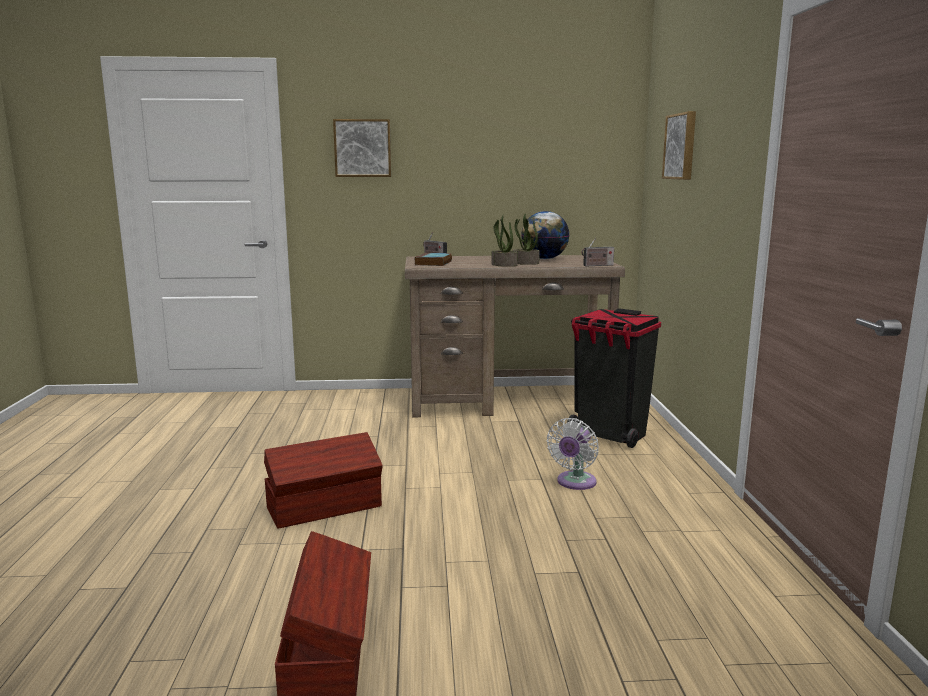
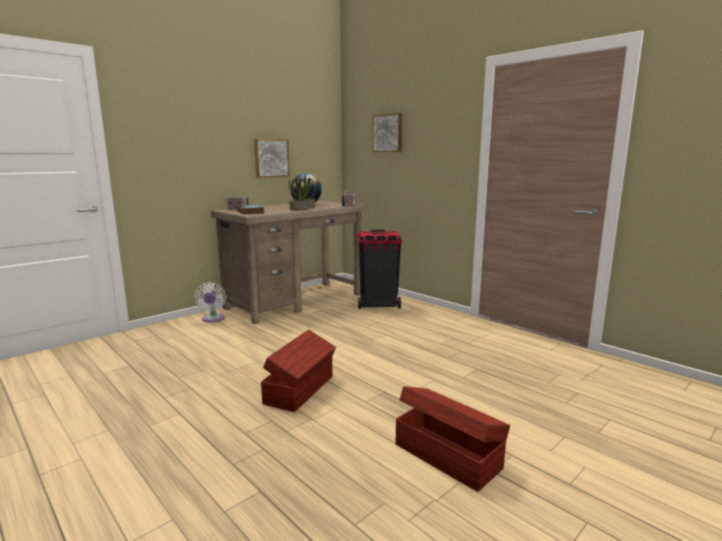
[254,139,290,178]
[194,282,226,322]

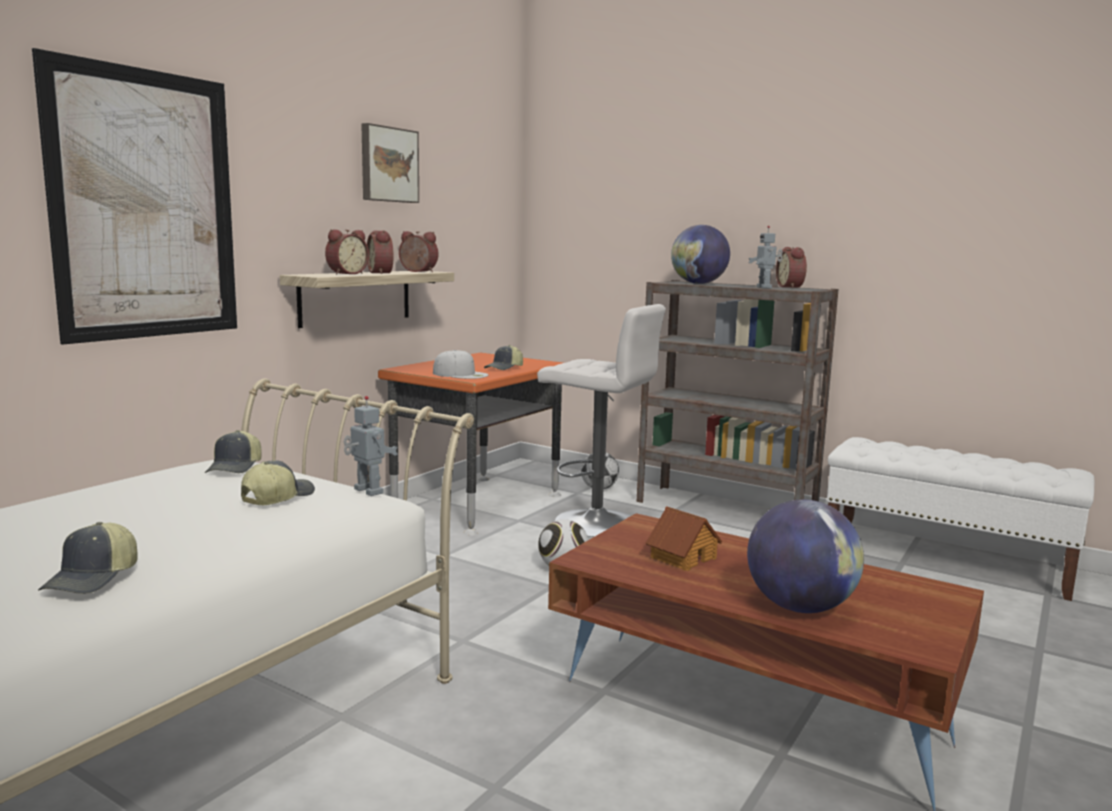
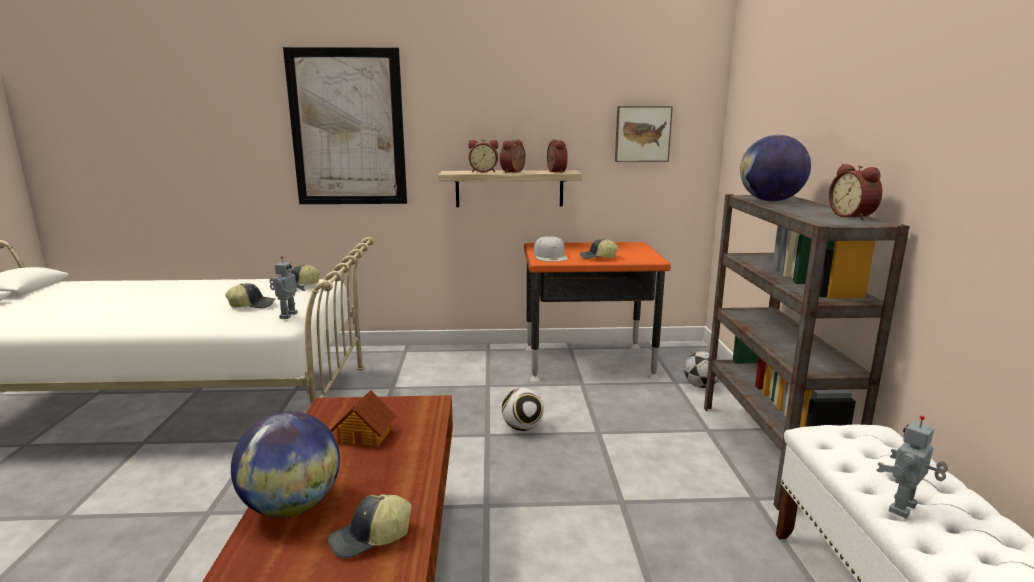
[615,106,673,162]
[877,416,948,518]
[829,164,882,220]
[537,304,666,537] (first image)
[328,494,412,558]

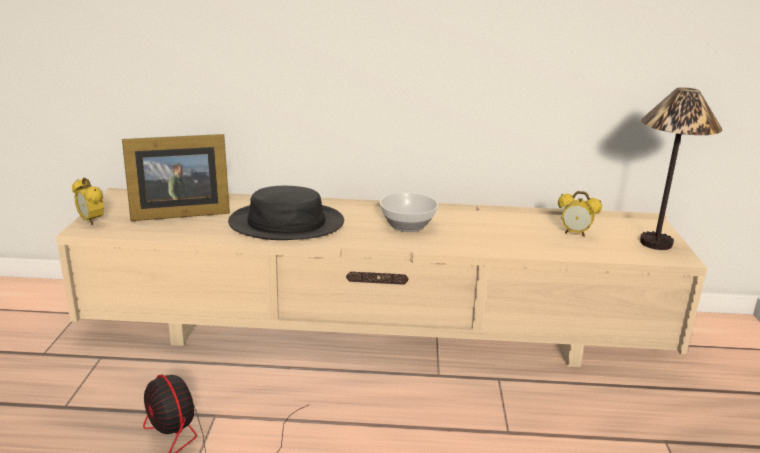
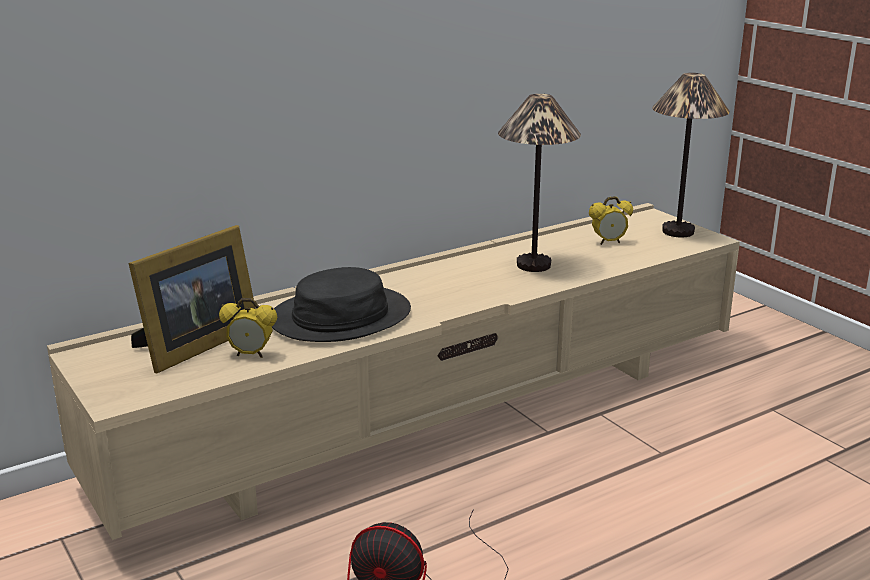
[219,298,277,358]
[379,193,438,232] (first image)
[498,94,581,272]

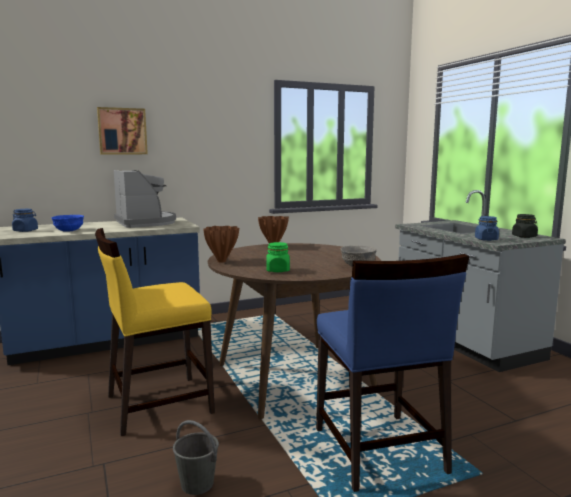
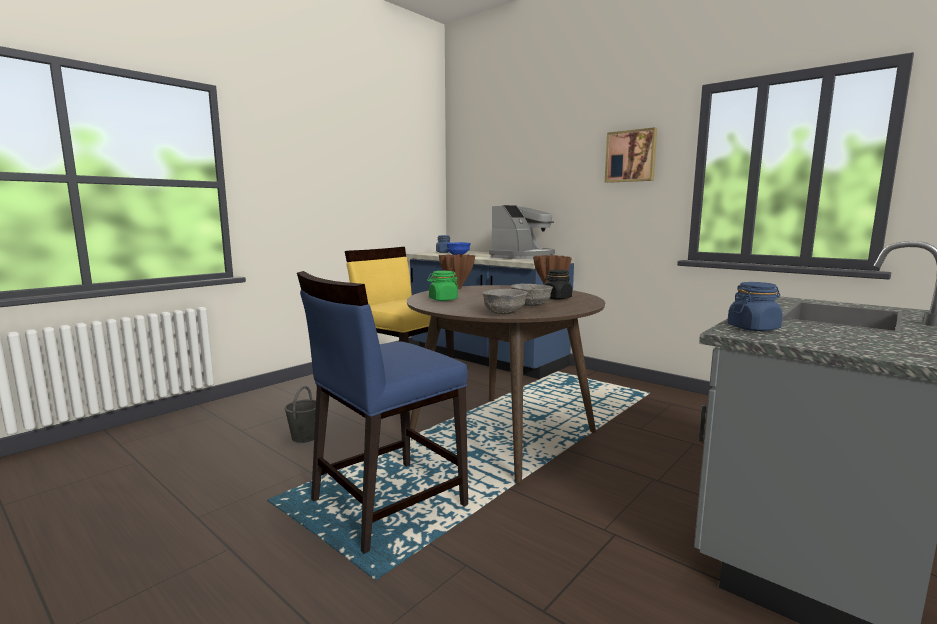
[605,127,657,183]
[544,270,572,300]
[511,284,553,306]

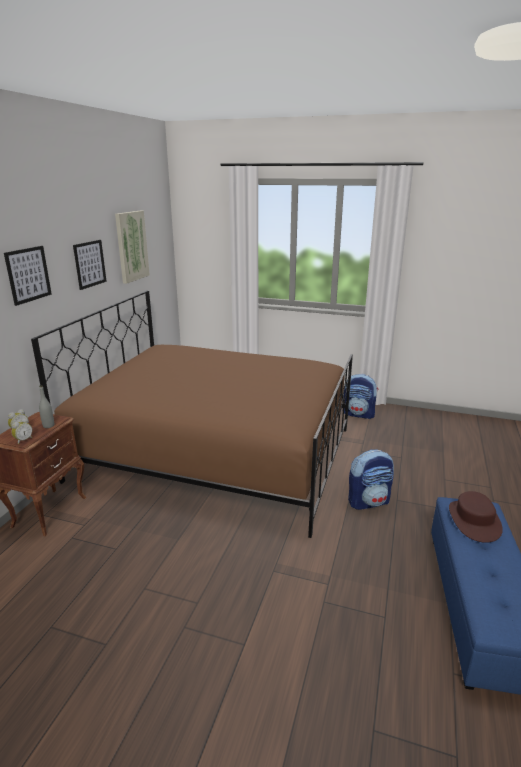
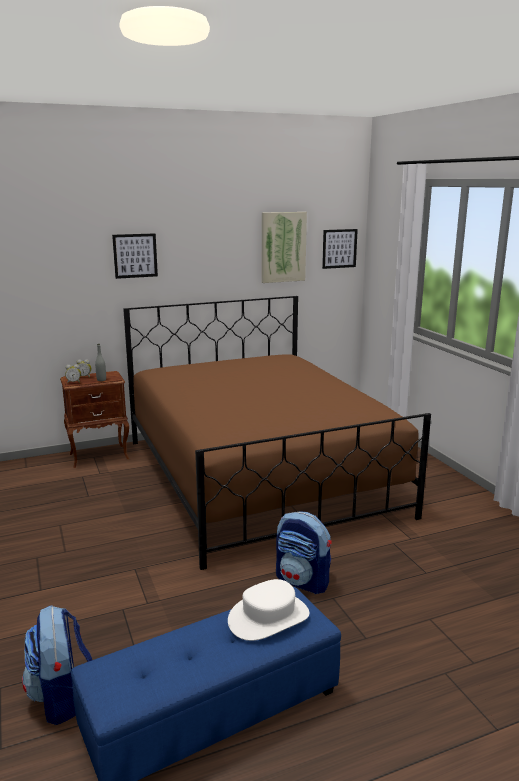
[322,229,358,269]
[22,605,92,725]
[228,579,309,641]

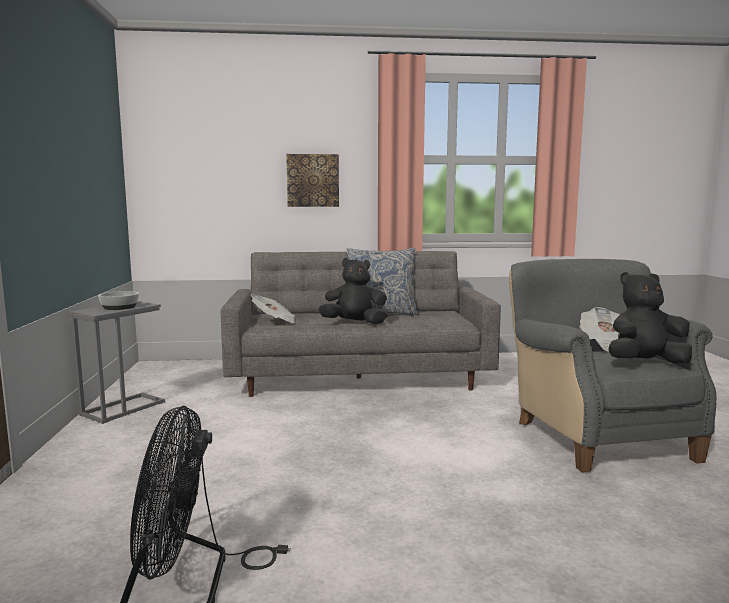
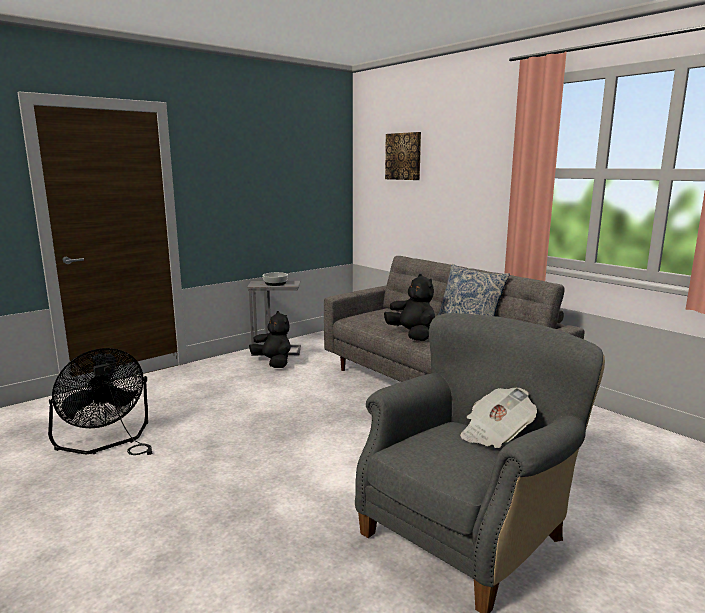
[385,132,421,180]
[249,311,291,368]
[251,294,295,323] (first image)

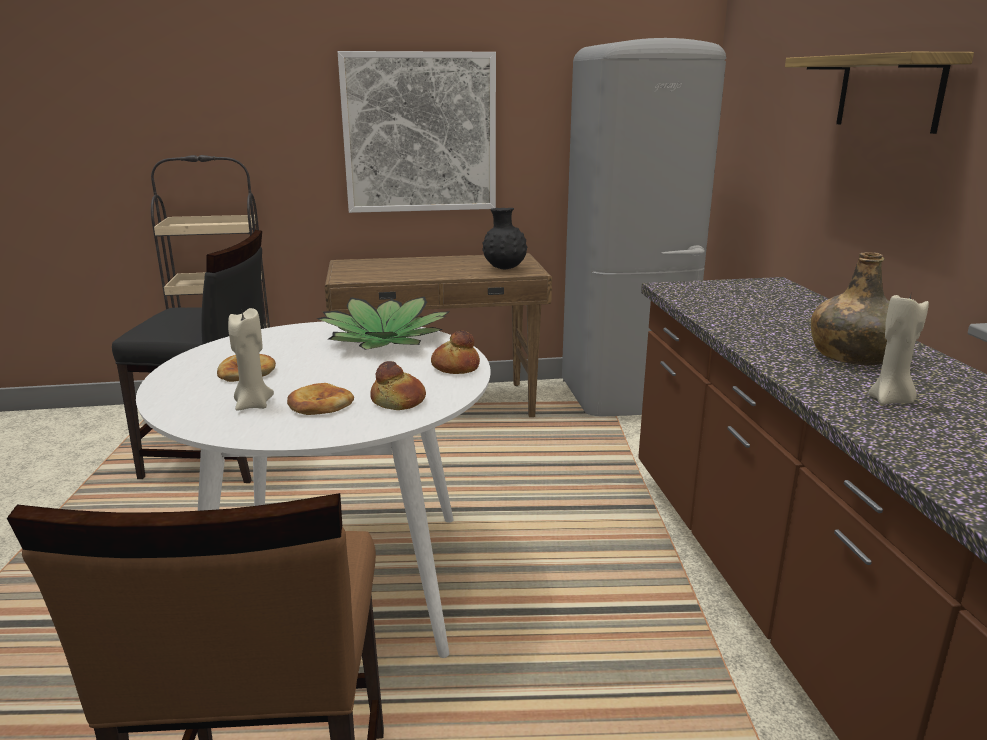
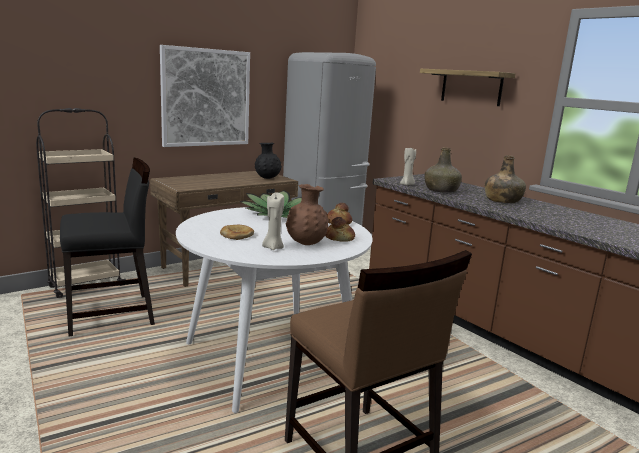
[400,148,416,185]
[286,184,329,245]
[424,147,462,193]

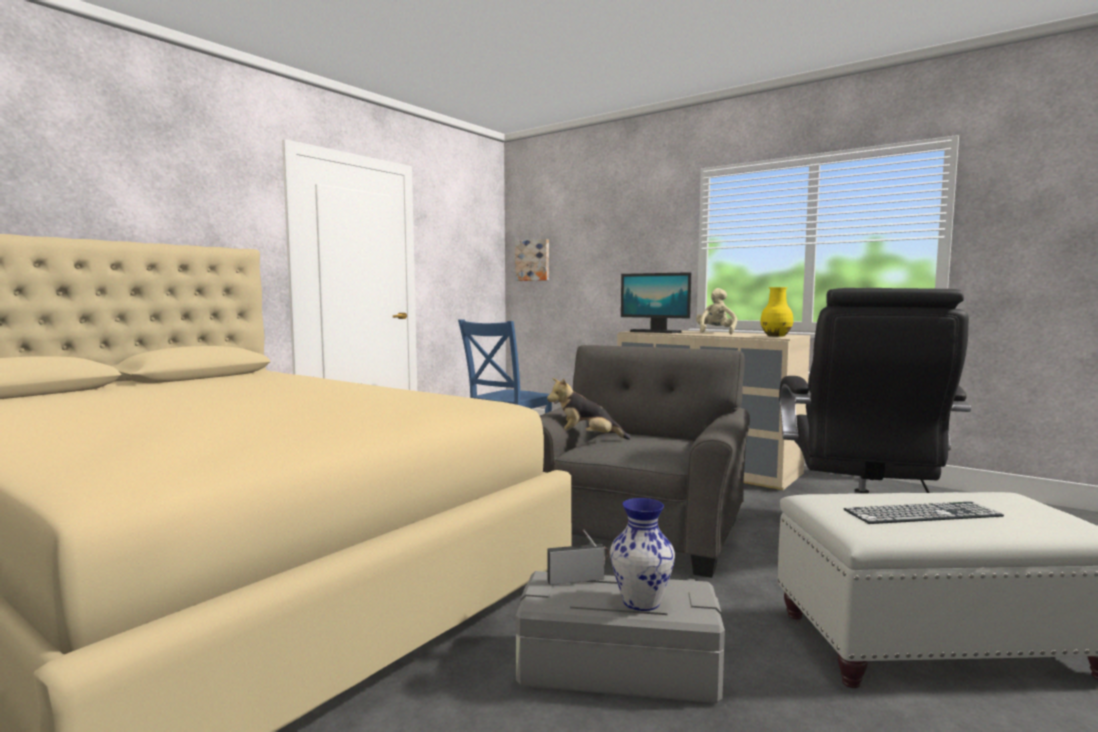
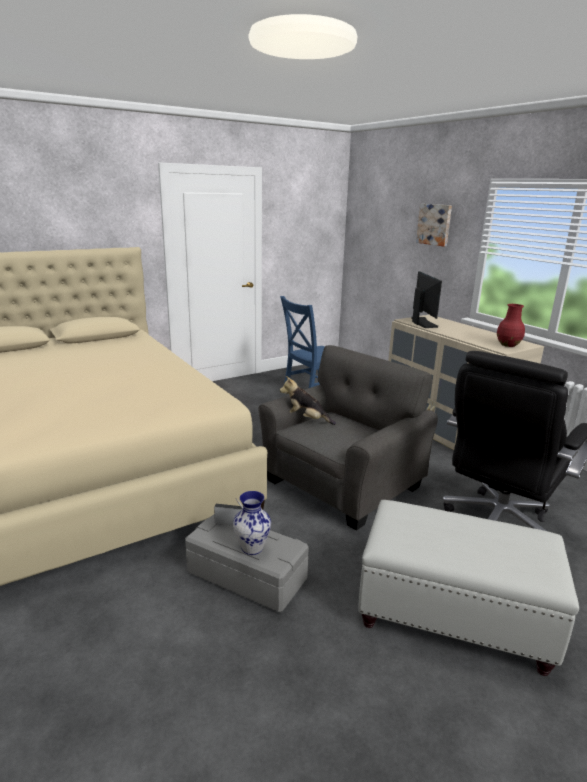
[416,204,452,246]
[411,271,442,328]
[497,304,525,347]
[696,288,737,334] (first image)
[843,502,1004,524] (first image)

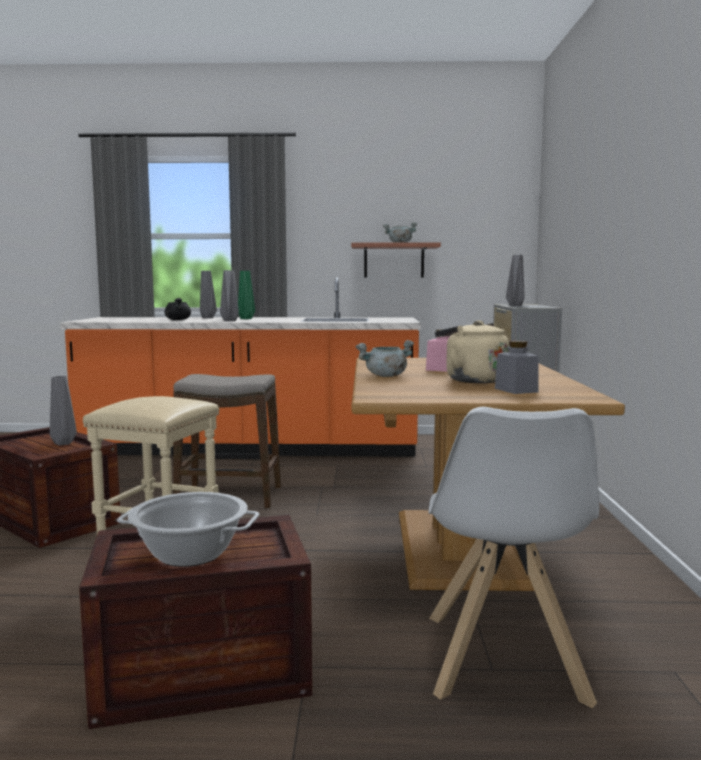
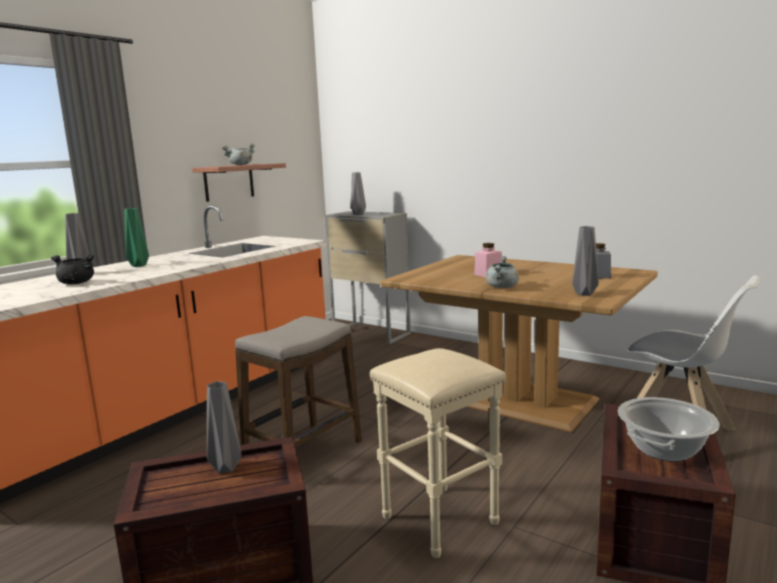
[572,226,599,296]
[435,320,509,383] (first image)

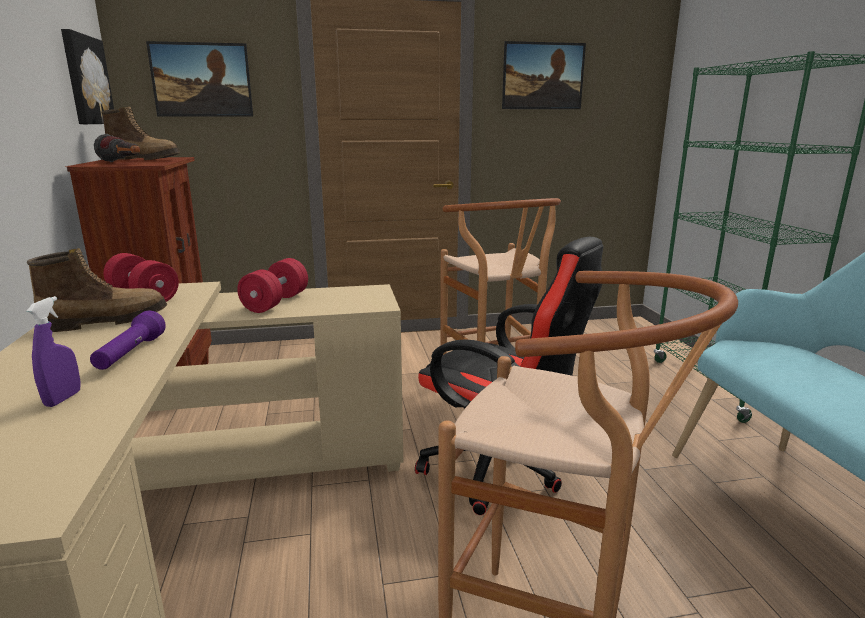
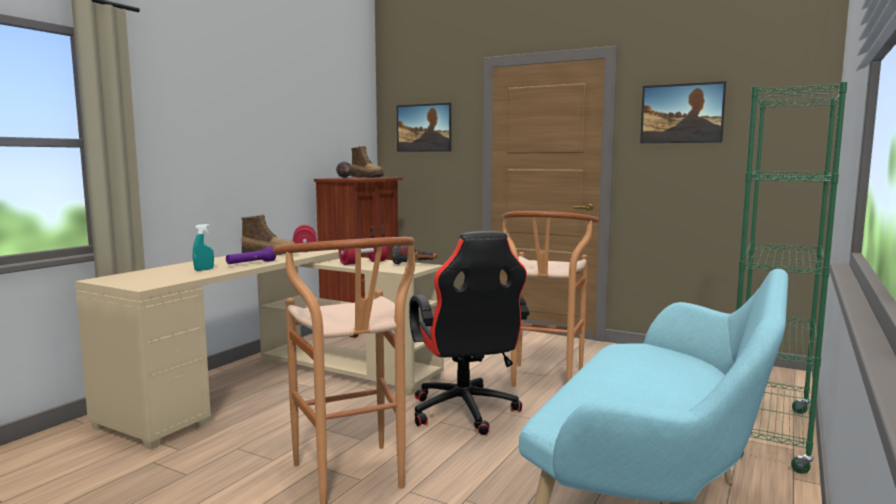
[61,29,114,124] (first image)
[193,224,214,271]
[392,246,438,265]

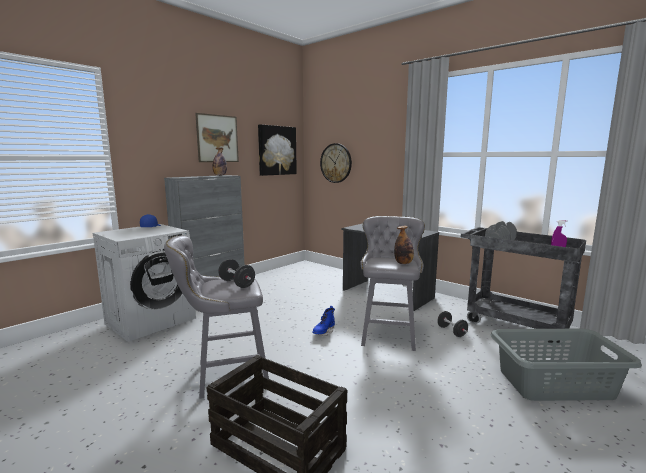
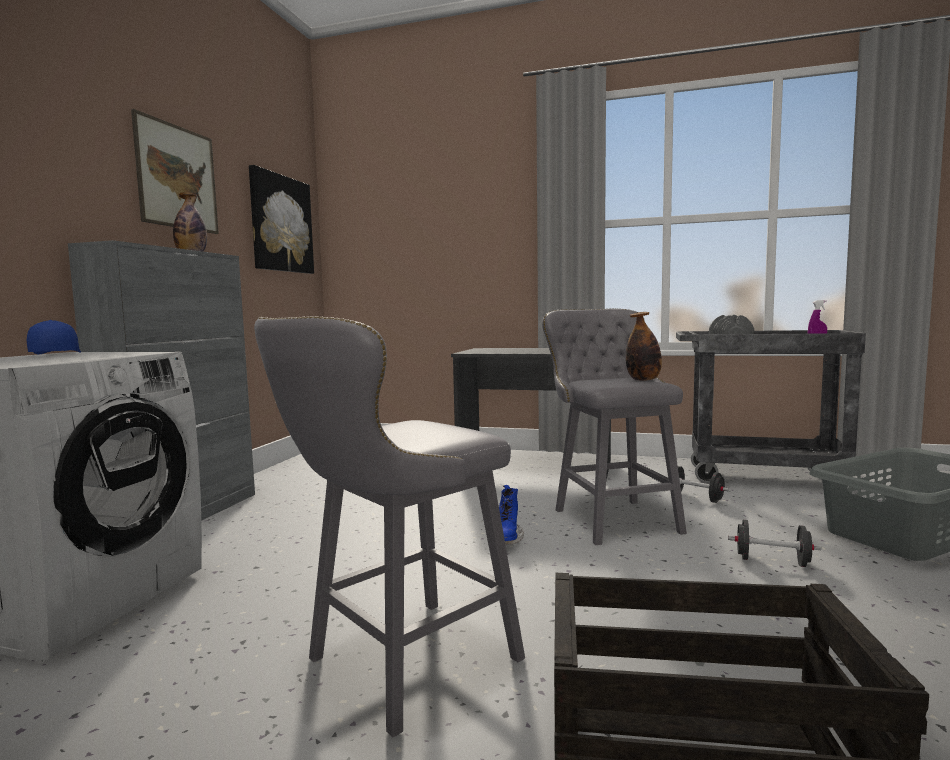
[320,143,352,183] (first image)
[728,520,821,567]

